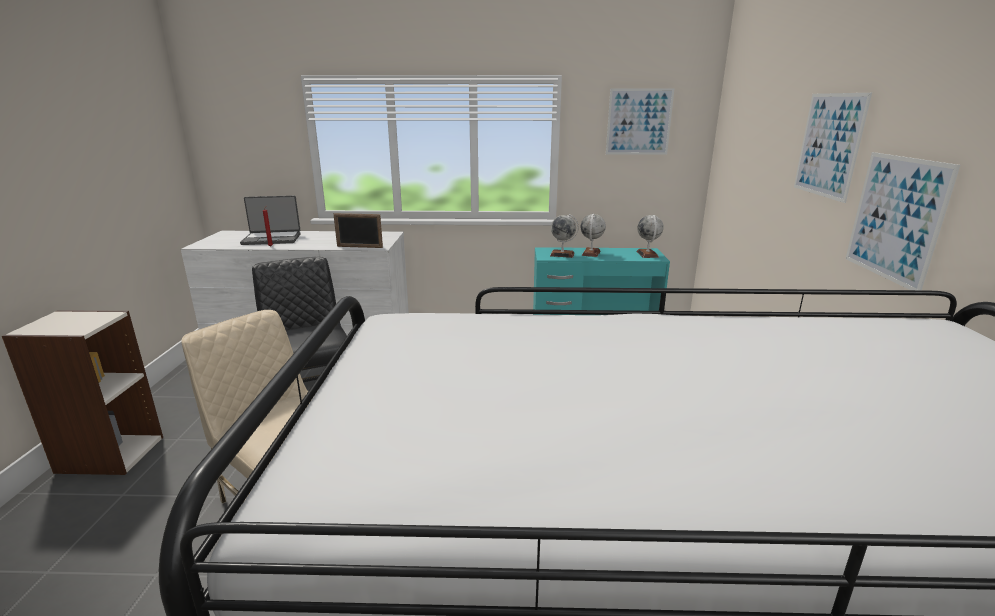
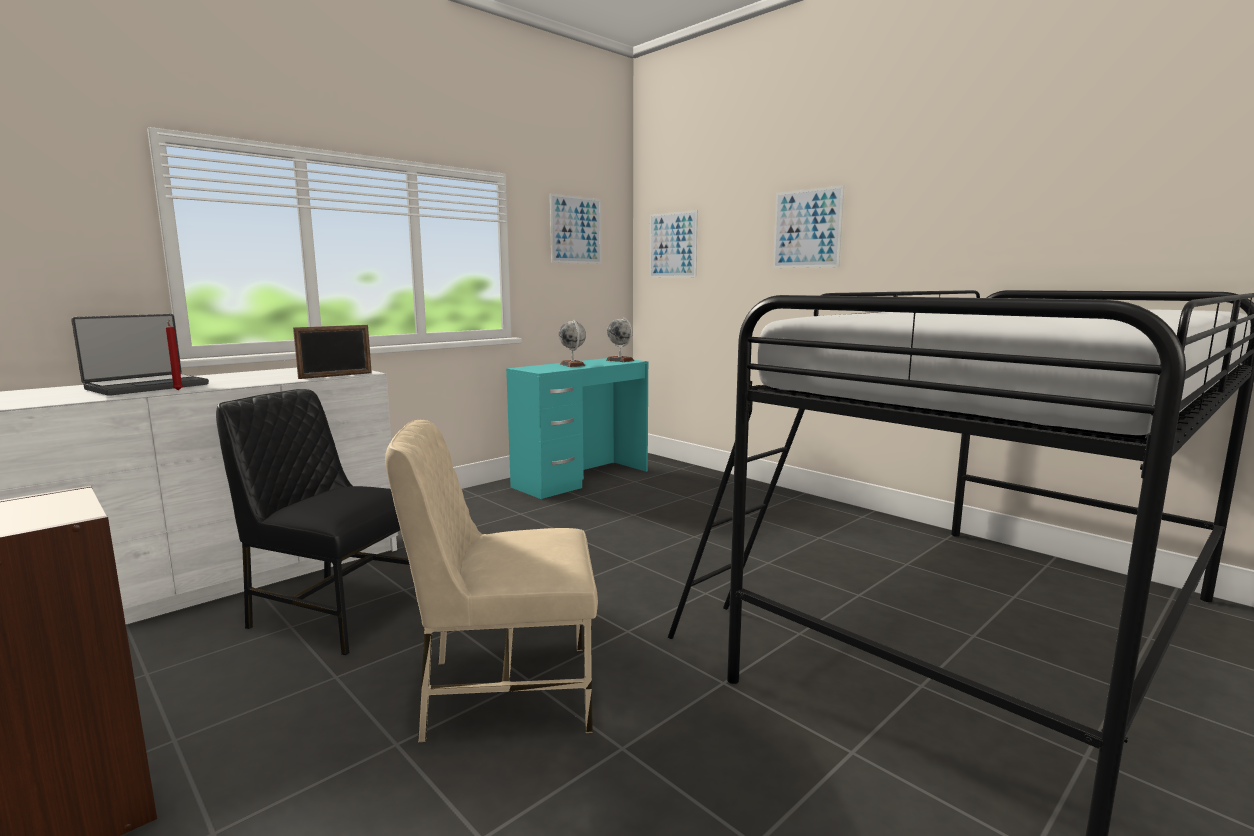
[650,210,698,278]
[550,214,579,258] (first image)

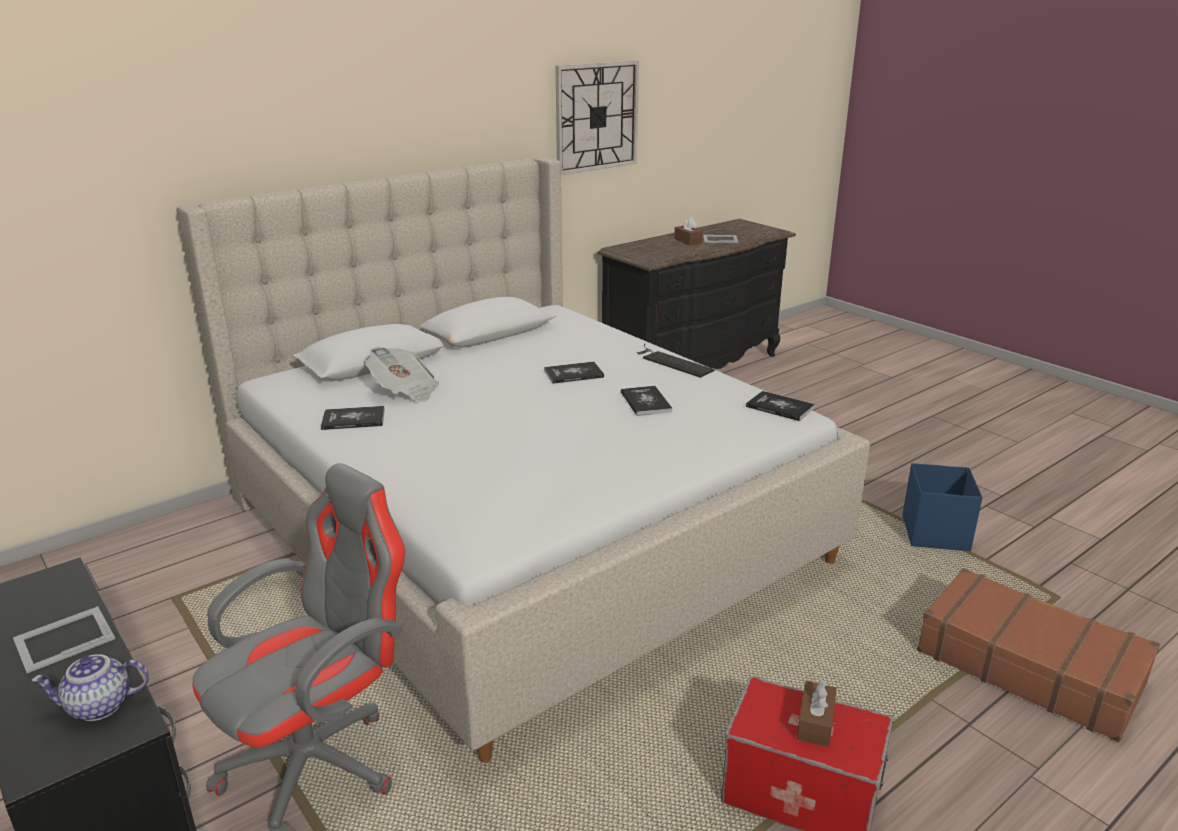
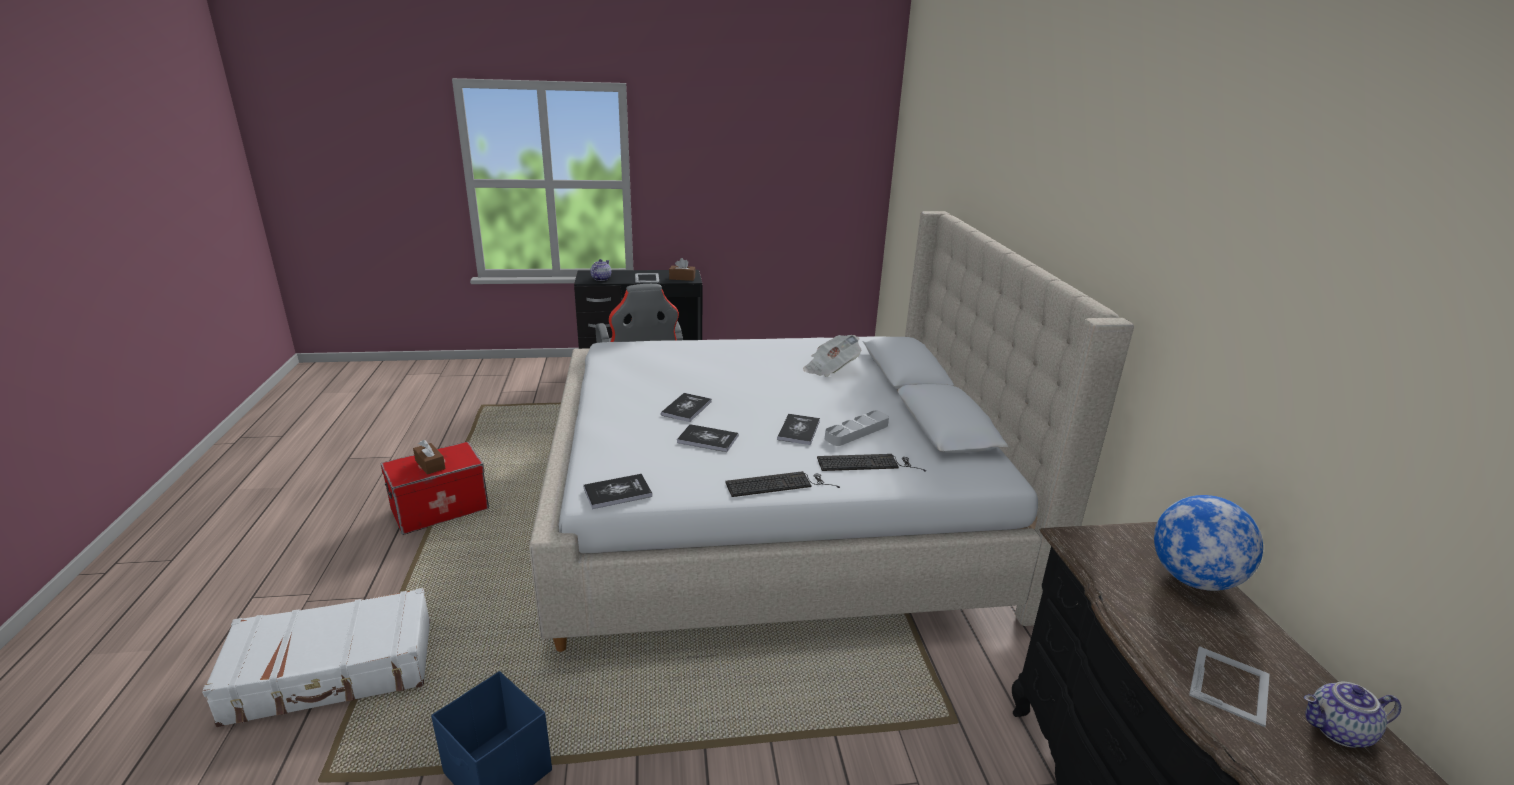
[556,61,639,175] (first image)
[669,258,695,281]
[661,393,711,422]
[202,588,430,727]
[825,410,889,446]
[817,454,926,472]
[1154,495,1263,591]
[1304,682,1401,748]

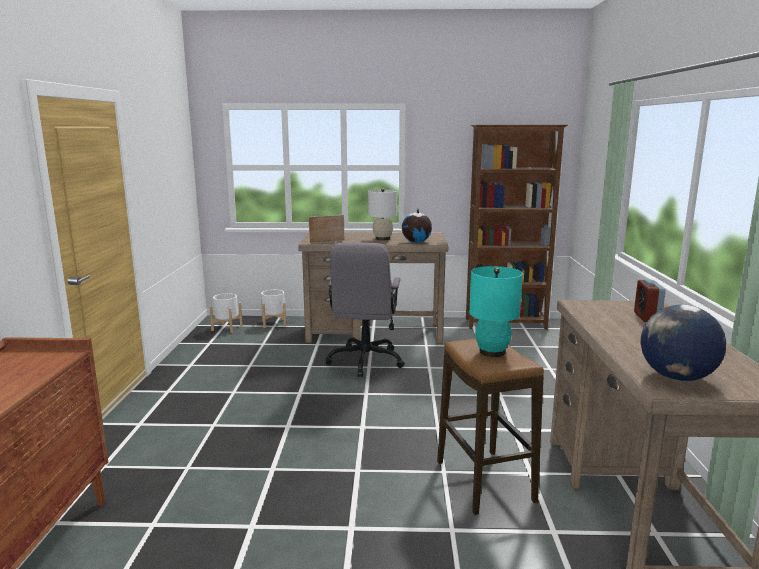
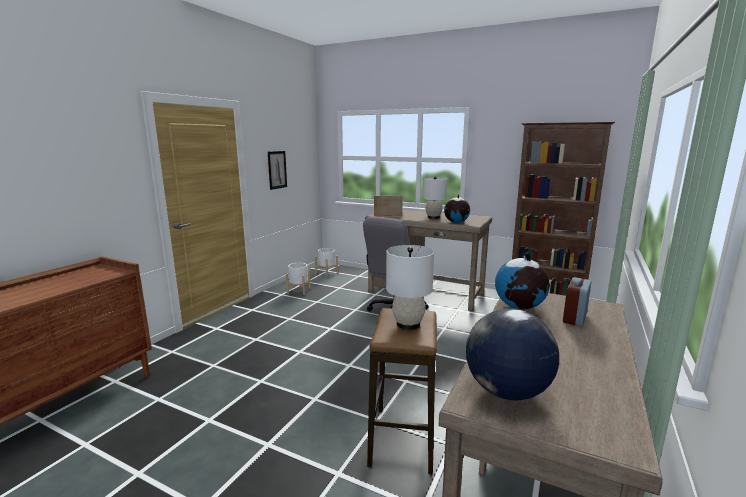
[386,245,434,330]
[286,263,311,295]
[268,151,287,190]
[495,252,550,310]

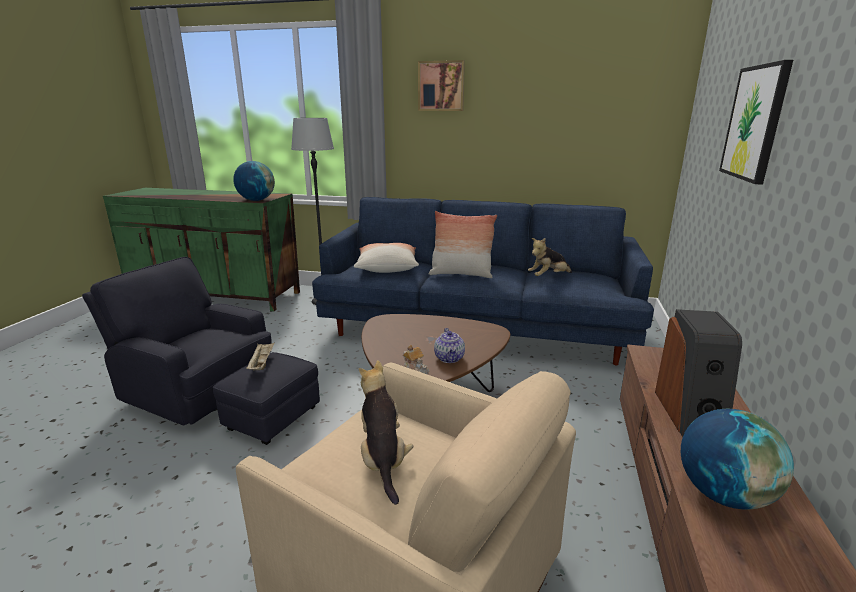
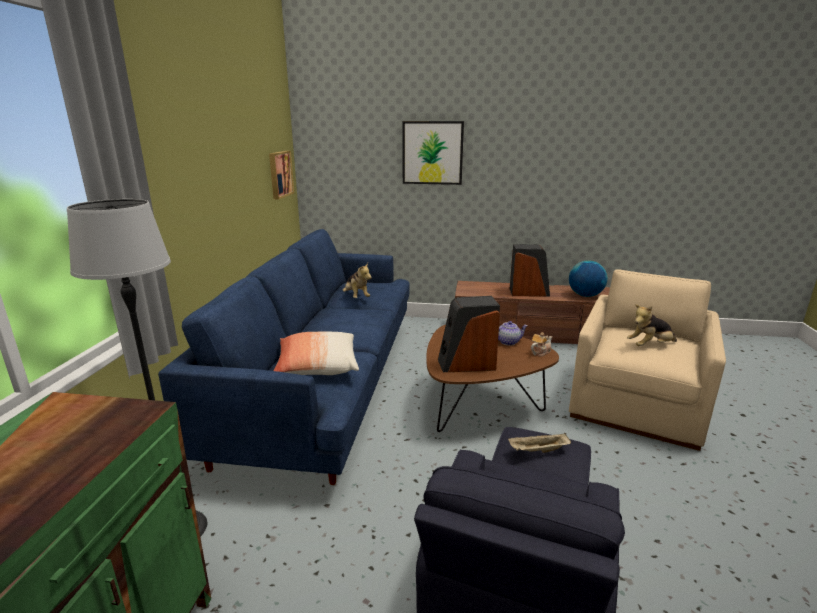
[269,151,294,199]
[233,161,275,201] (first image)
[429,211,497,278] (first image)
[438,296,500,372]

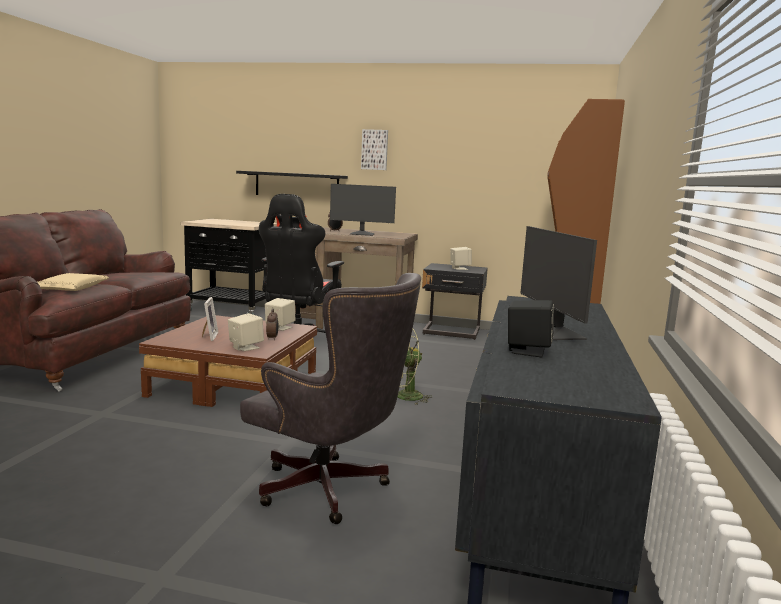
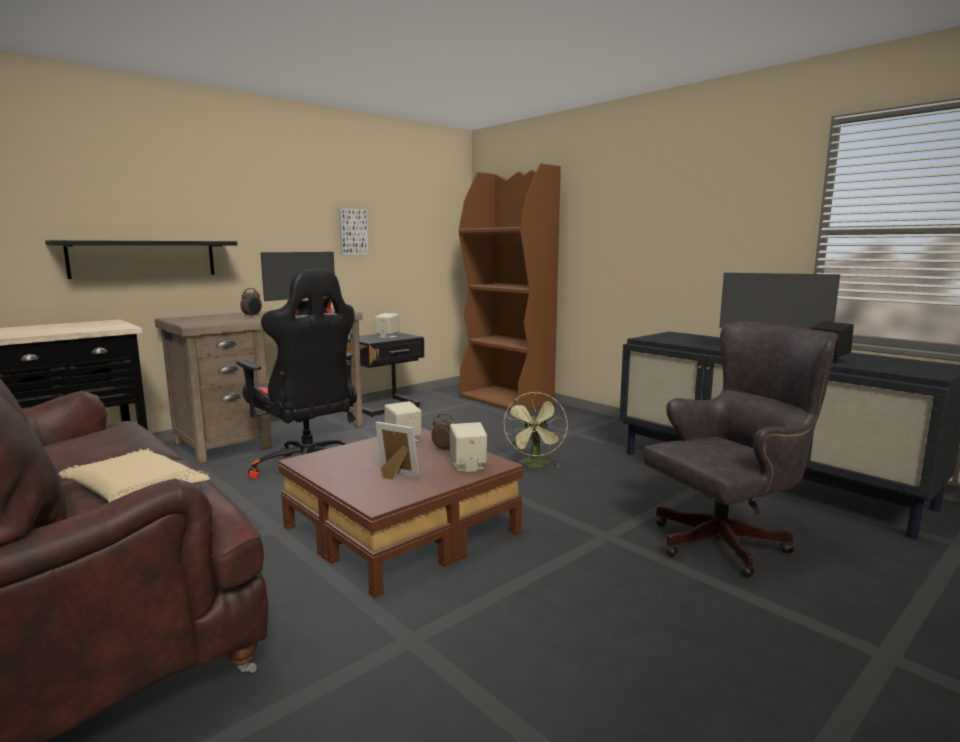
[339,208,369,255]

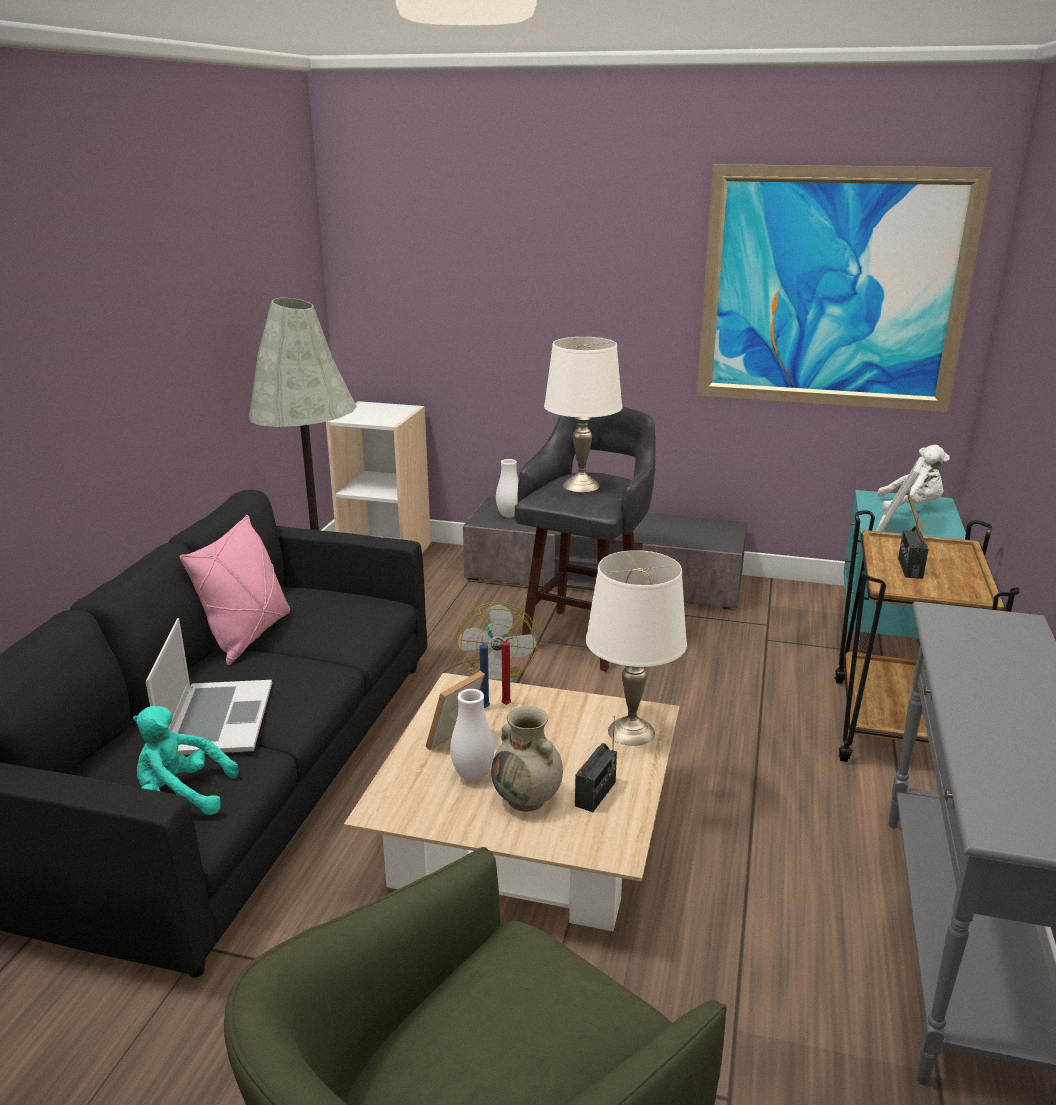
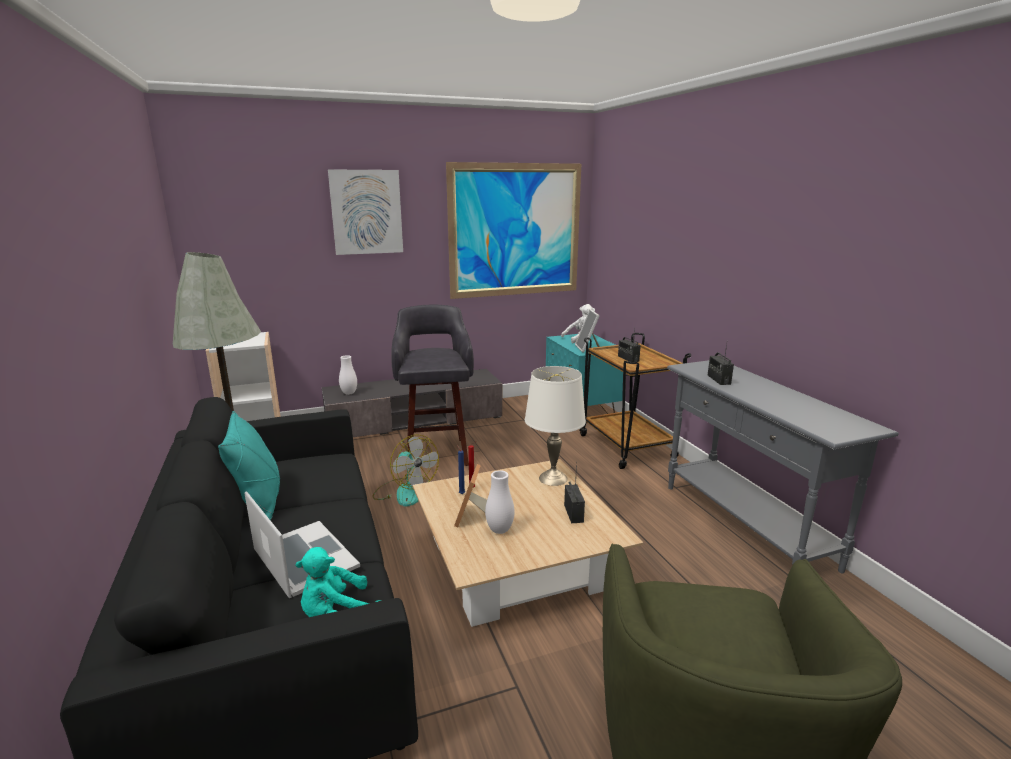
[544,337,623,492] (first image)
[218,411,280,521]
[491,706,563,811] (first image)
[328,169,403,255]
[708,344,734,385]

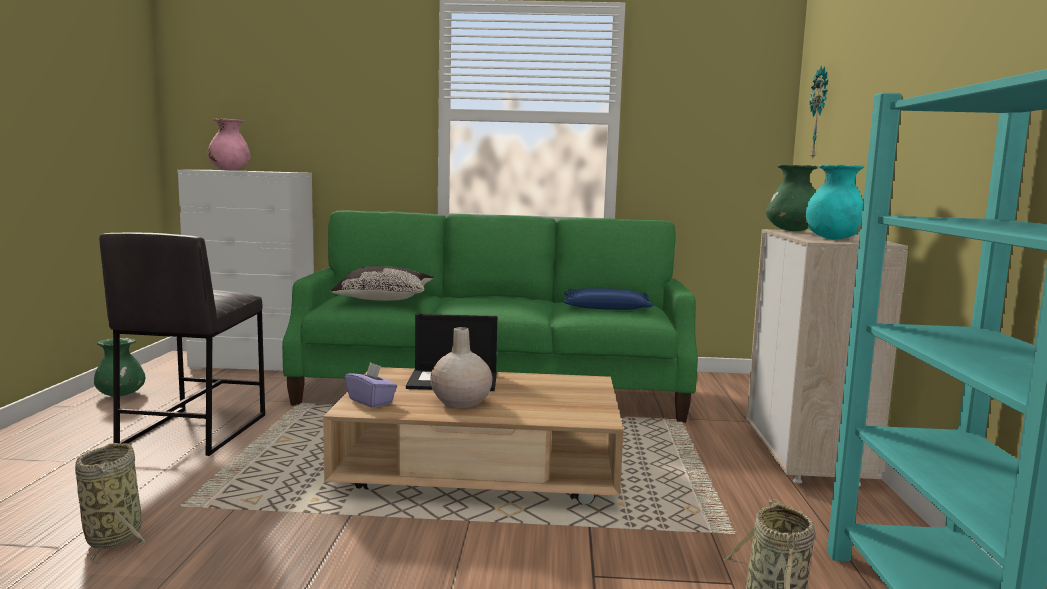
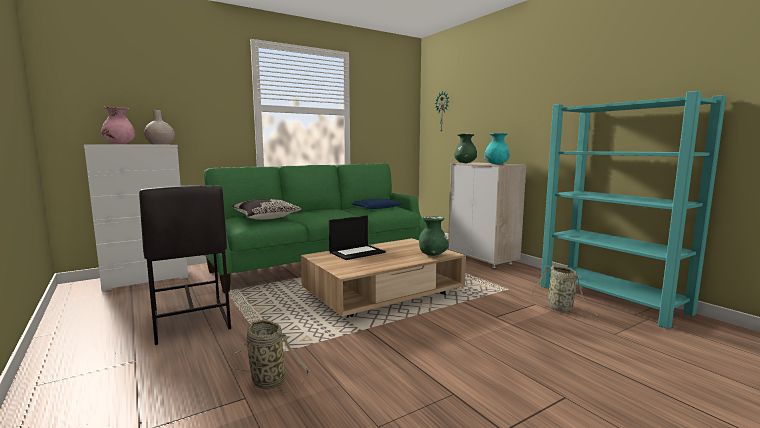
[144,110,175,144]
[419,216,449,256]
[345,362,397,408] (first image)

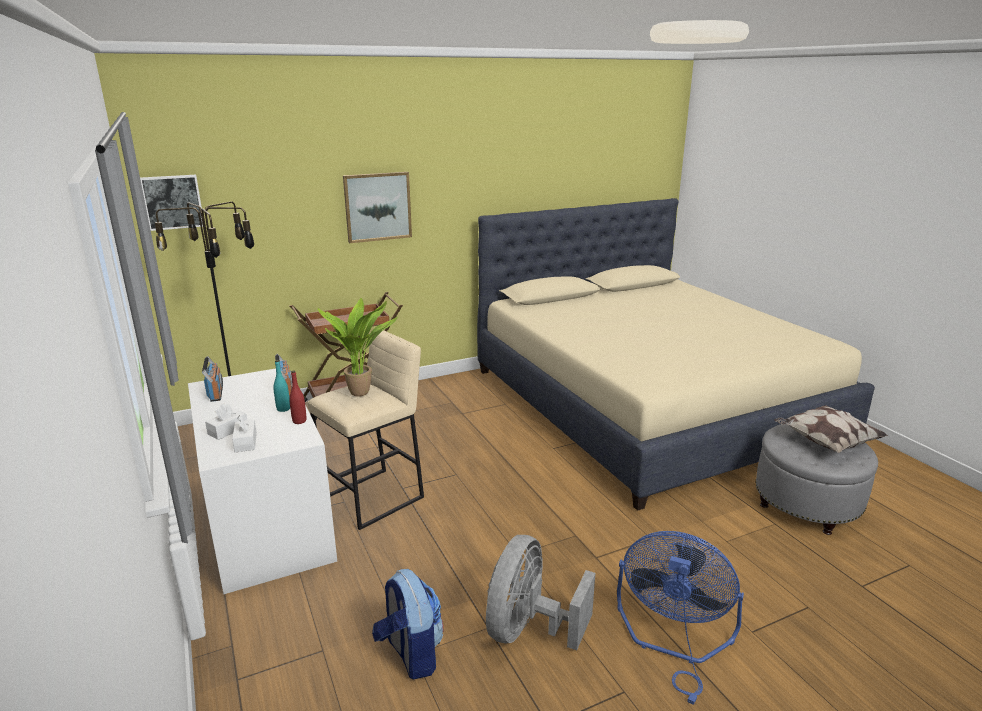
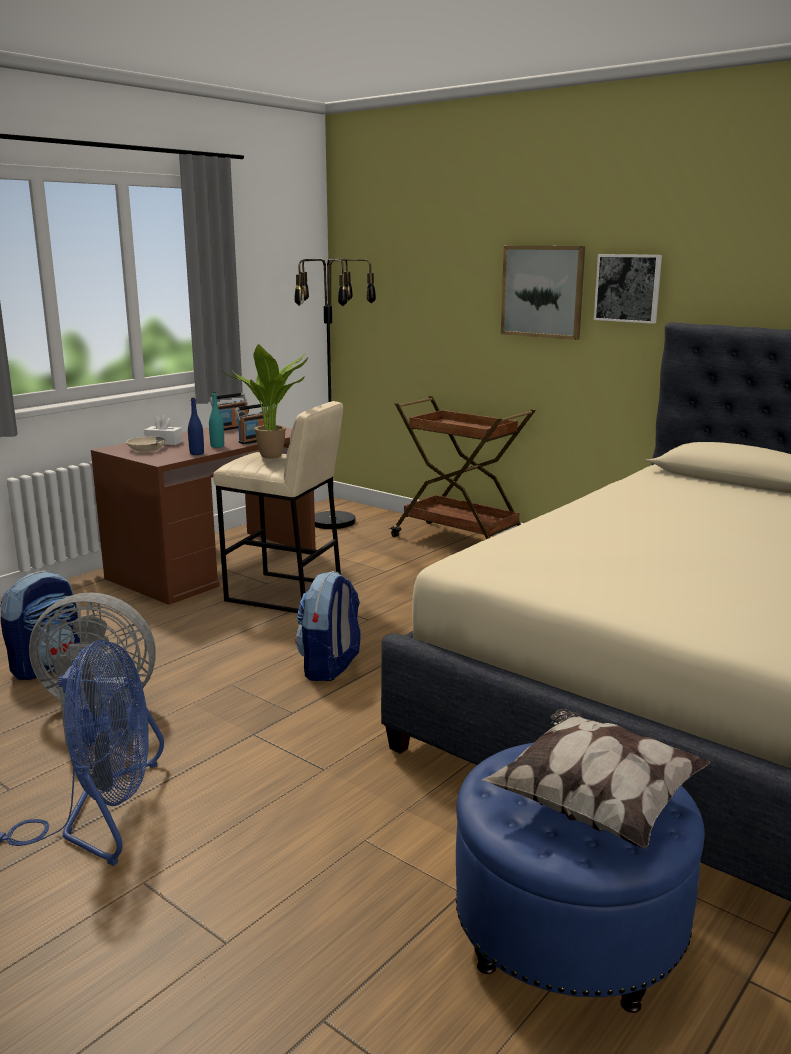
[594,254,662,324]
[91,427,316,605]
[188,397,204,455]
[126,437,166,452]
[456,743,704,1013]
[295,571,360,681]

